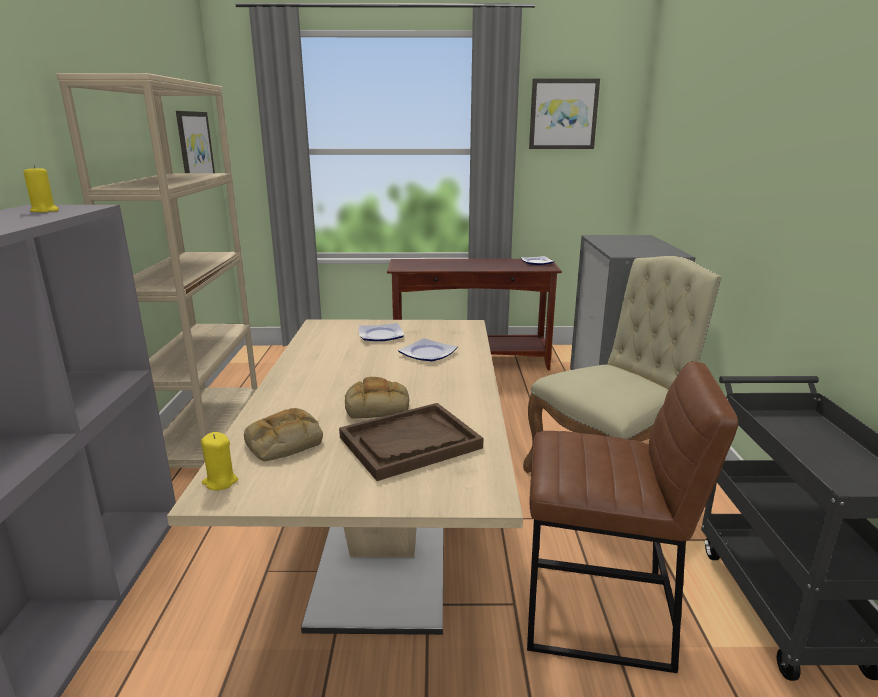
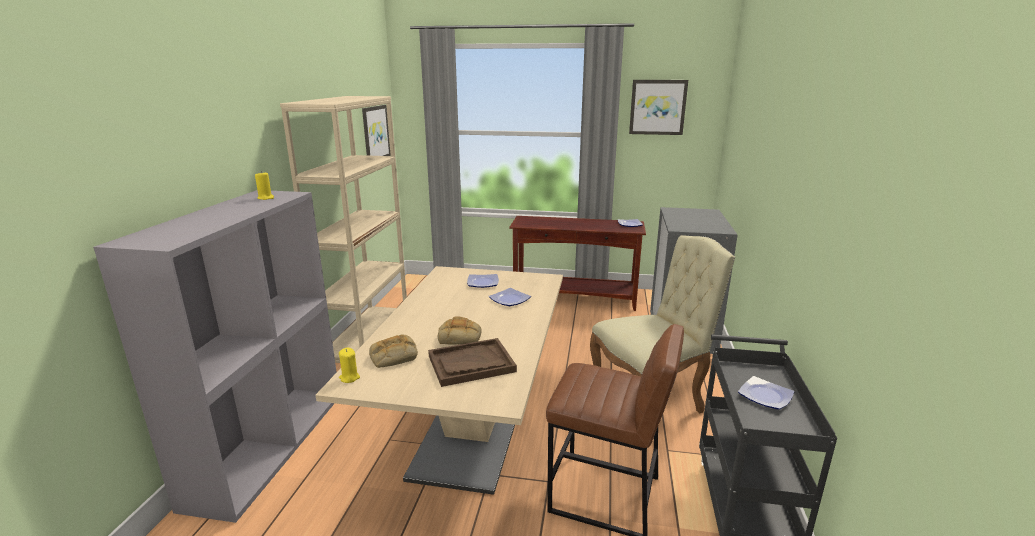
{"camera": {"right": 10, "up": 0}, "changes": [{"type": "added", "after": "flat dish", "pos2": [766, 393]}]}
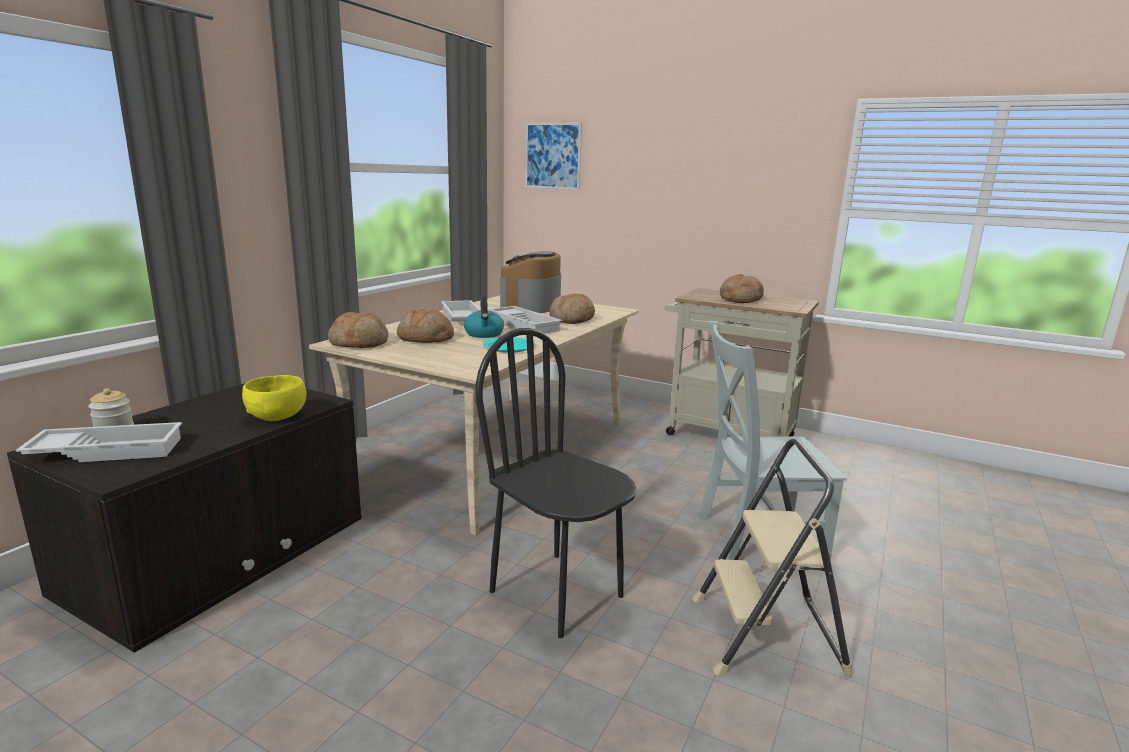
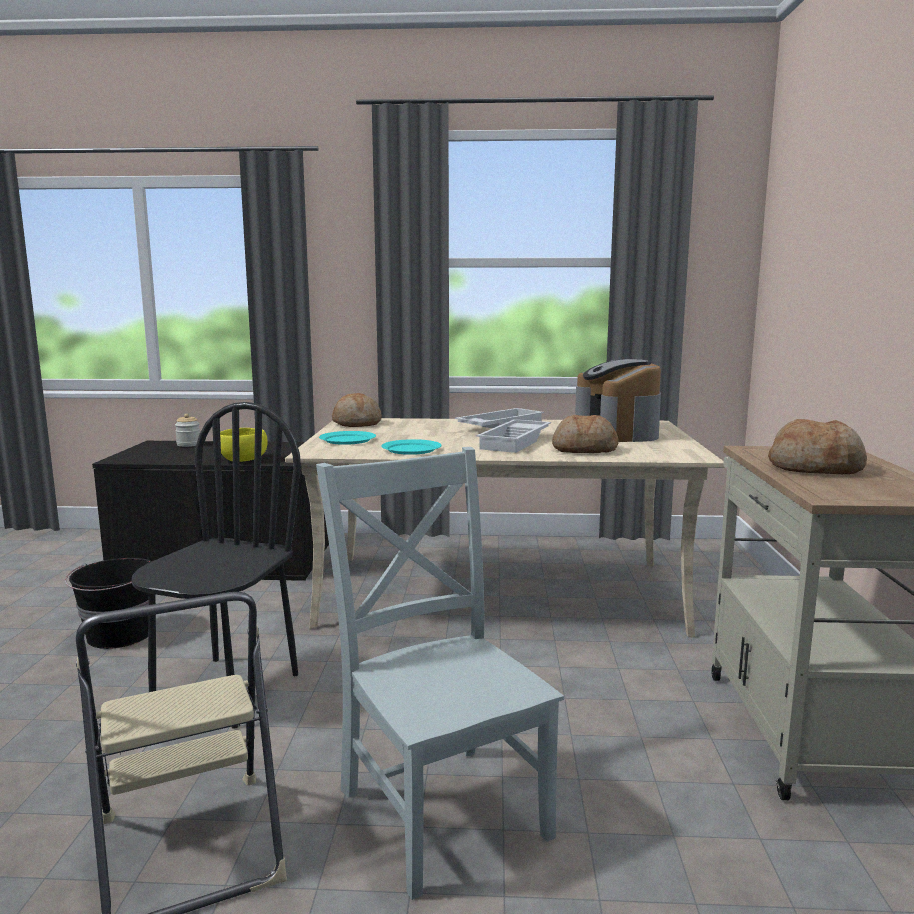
{"camera": {"right": 65, "up": -5}, "changes": [{"type": "removed", "before": "wall picture", "pos1": [553, 156]}, {"type": "turned", "before": "coffee brewer", "pos1": [530, 282], "pos2": [618, 400], "turn": -90}, {"type": "removed", "before": "water kettle", "pos1": [484, 317]}, {"type": "removed", "before": "baked bread", "pos1": [425, 326]}, {"type": "removed", "before": "white tray", "pos1": [99, 442]}, {"type": "added", "after": "turquoise flat dish", "pos2": [347, 438]}, {"type": "added", "after": "black-coloured bucket", "pos2": [108, 603]}]}
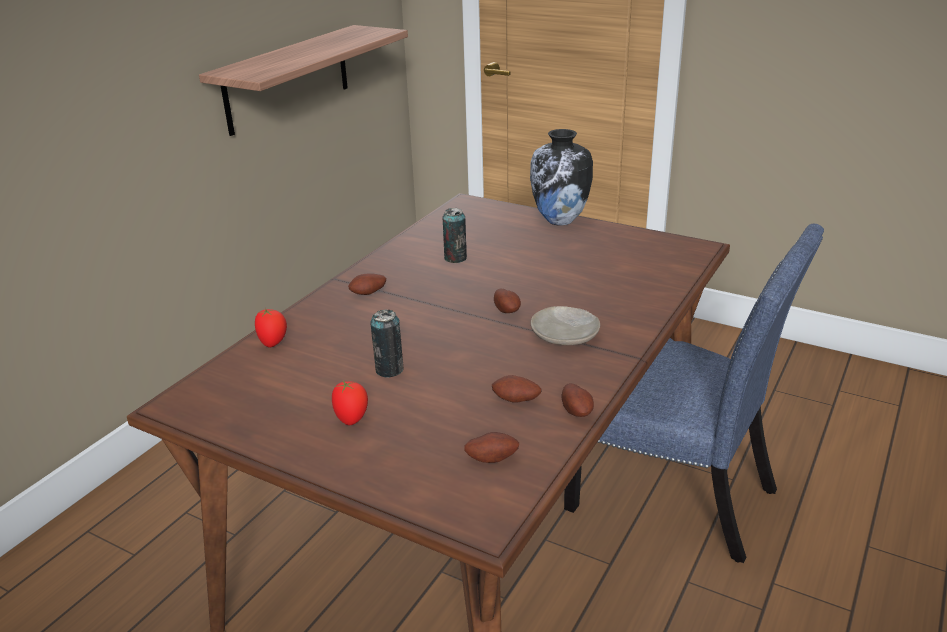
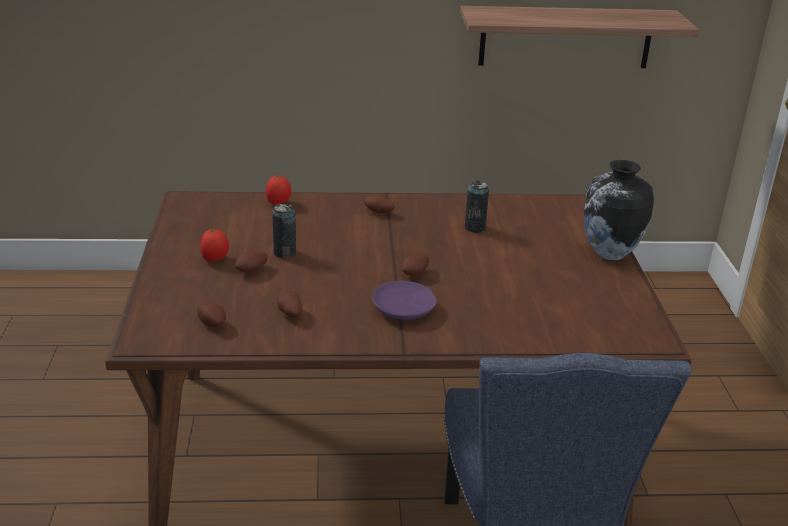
{"camera": {"right": 55, "up": 0}, "changes": [{"type": "recoloured", "before": "beige-coloured flat dish", "after": "purple-coloured flat dish", "pos1": [565, 325], "pos2": [404, 300]}, {"type": "moved", "before": "spud", "pos1": [578, 400], "pos2": [251, 261]}]}
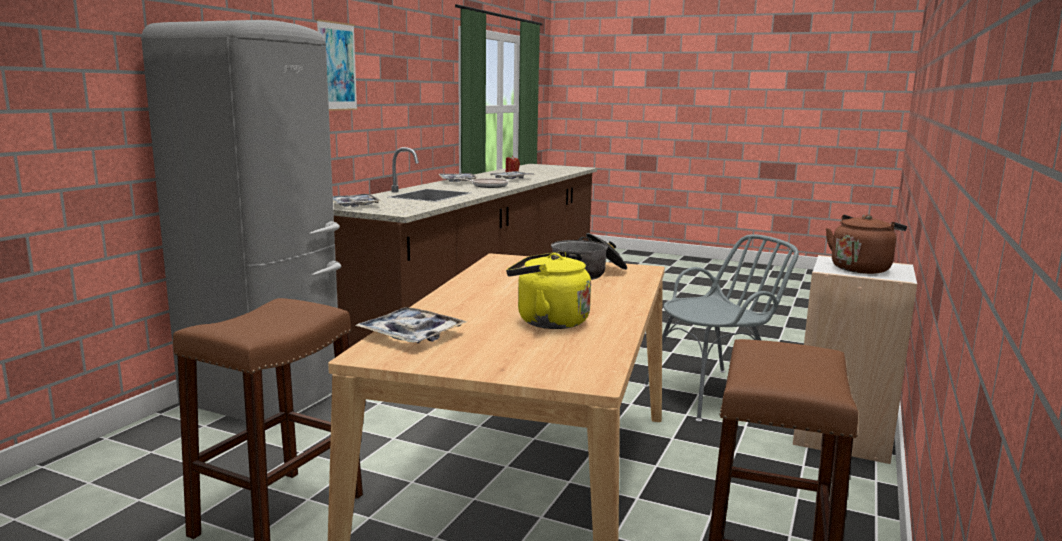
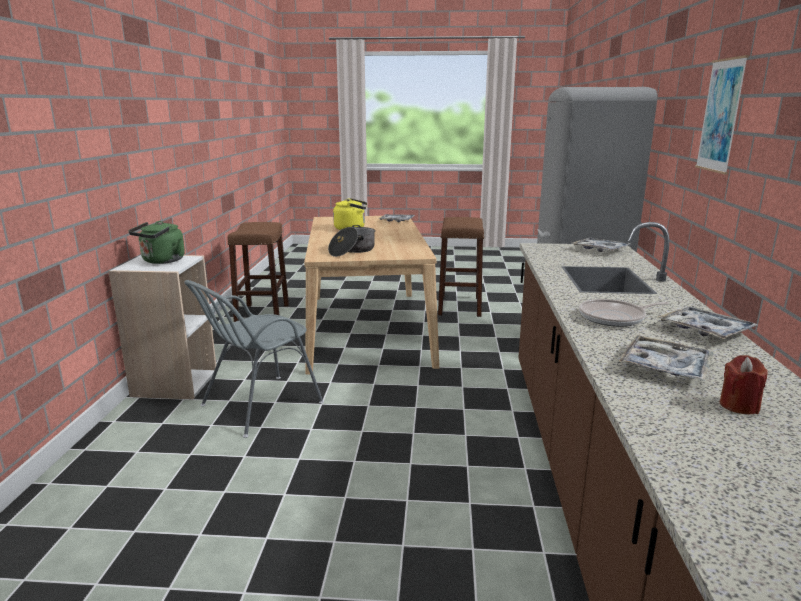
{"camera": {"right": 160, "up": 5}, "changes": [{"type": "recoloured", "before": "brown water kettle", "after": "green water kettle", "pos1": [866, 244], "pos2": [157, 242]}]}
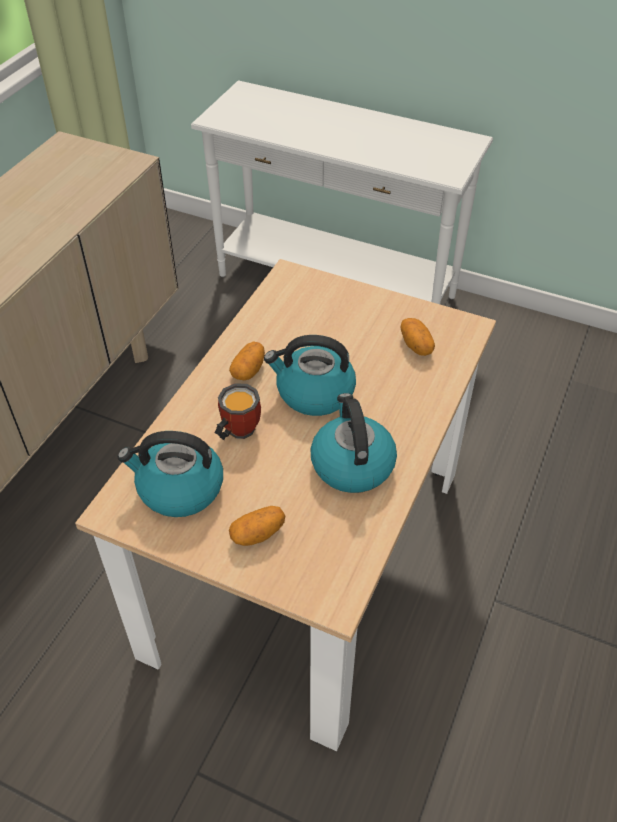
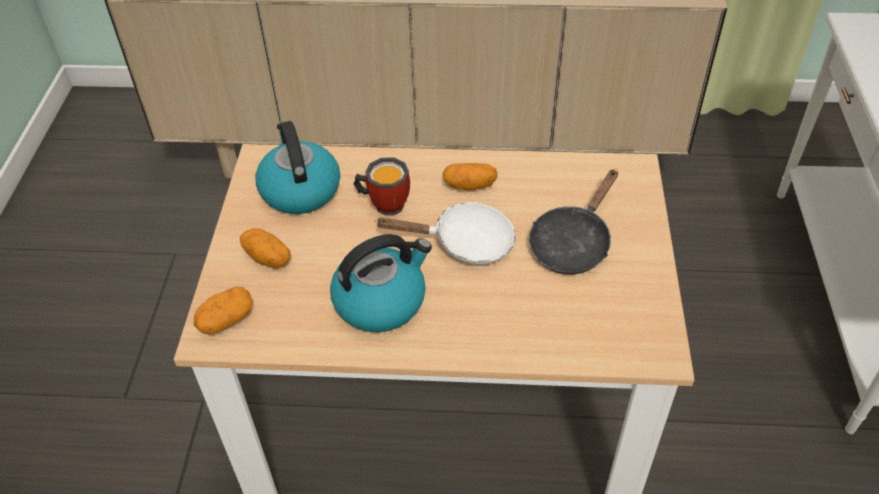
{"camera": {"right": 70, "up": 0}, "changes": [{"type": "moved", "before": "spud", "pos1": [418, 337], "pos2": [223, 310]}, {"type": "replaced", "before": "water kettle", "after": "white frying pan", "pos1": [310, 375], "pos2": [445, 233]}, {"type": "added", "after": "black-coloured frying pan", "pos2": [573, 221]}]}
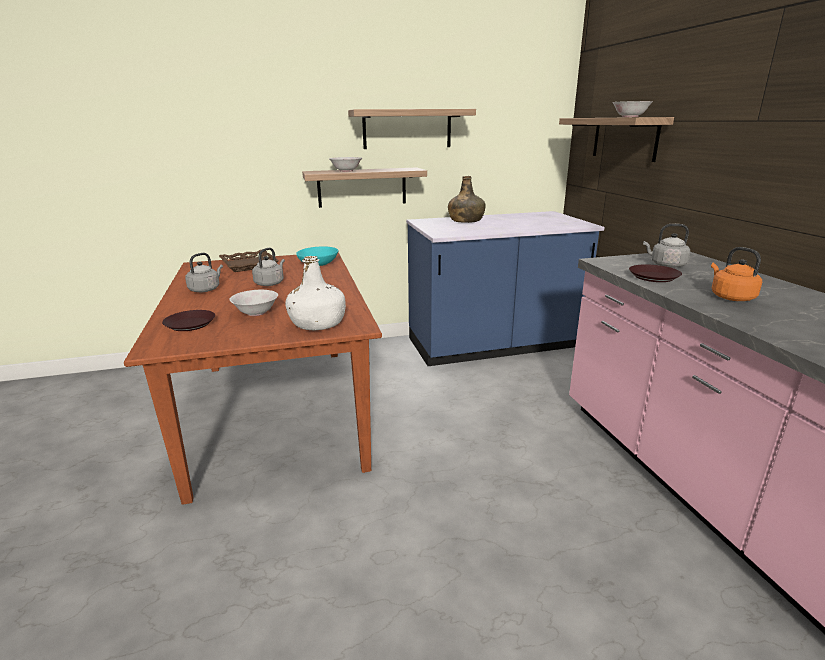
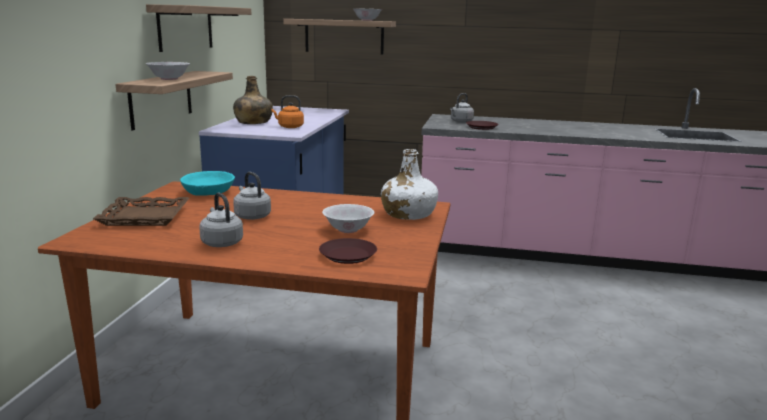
{"camera": {"right": -65, "up": -5}, "changes": [{"type": "moved", "before": "orange water kettle", "pos1": [736, 274], "pos2": [287, 111]}]}
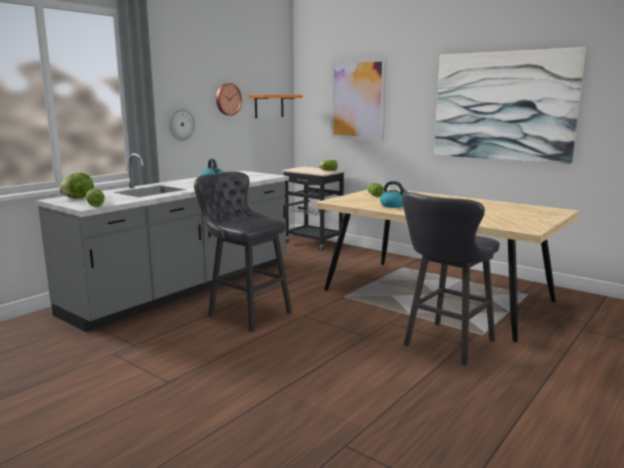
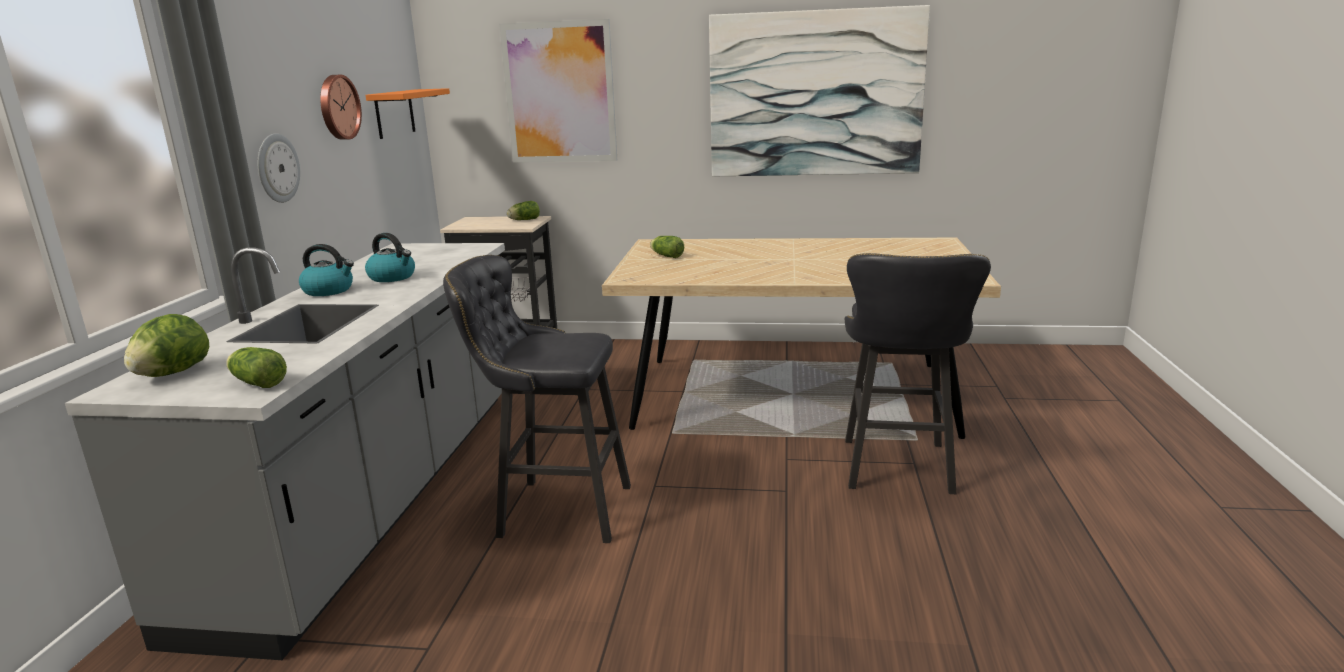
{"camera": {"right": -30, "up": 5}, "changes": [{"type": "moved", "before": "water kettle", "pos1": [394, 194], "pos2": [326, 270]}]}
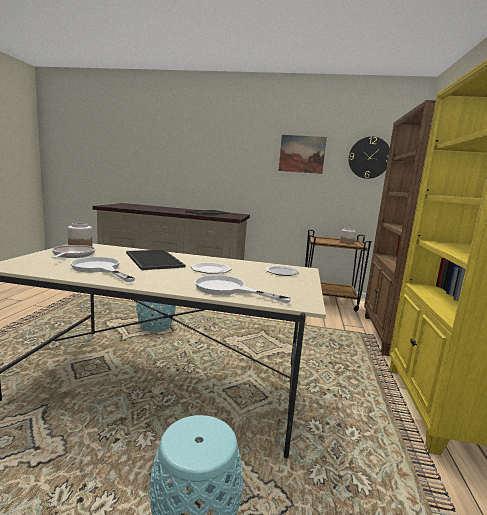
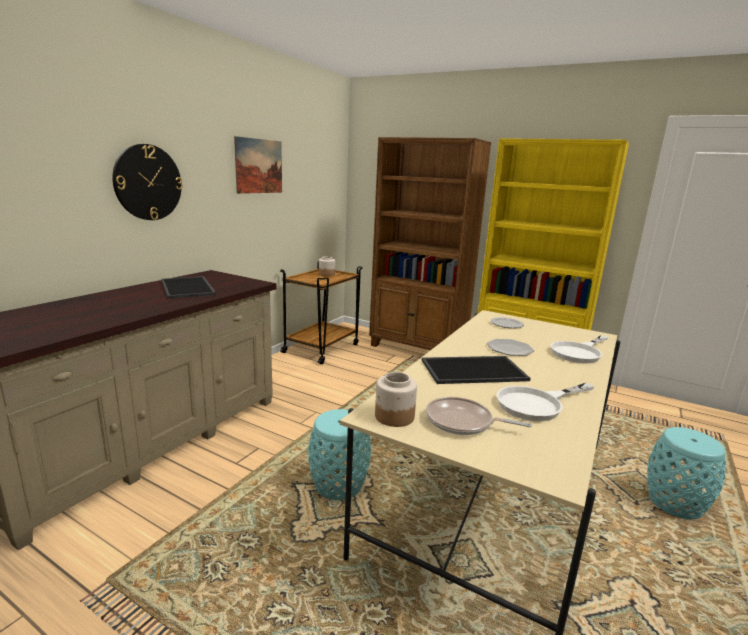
{"camera": {"right": -70, "up": 5}, "changes": [{"type": "moved", "before": "hanging clock", "pos1": [369, 157], "pos2": [147, 182]}]}
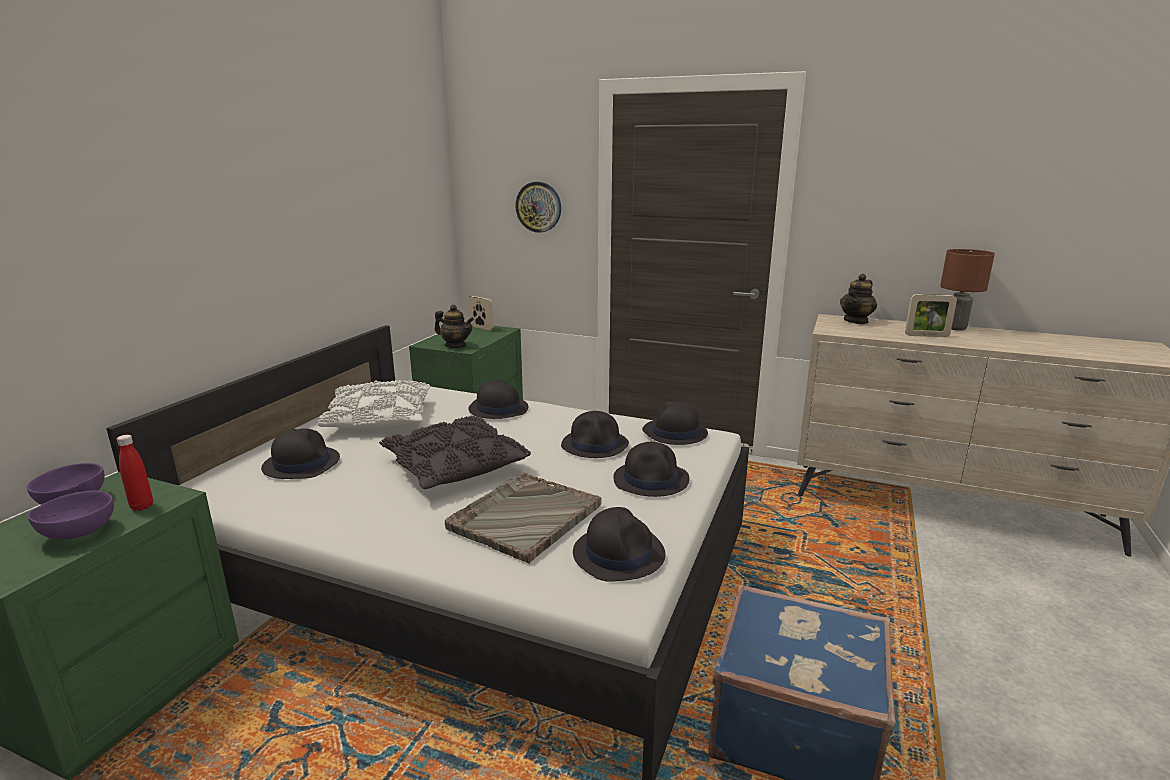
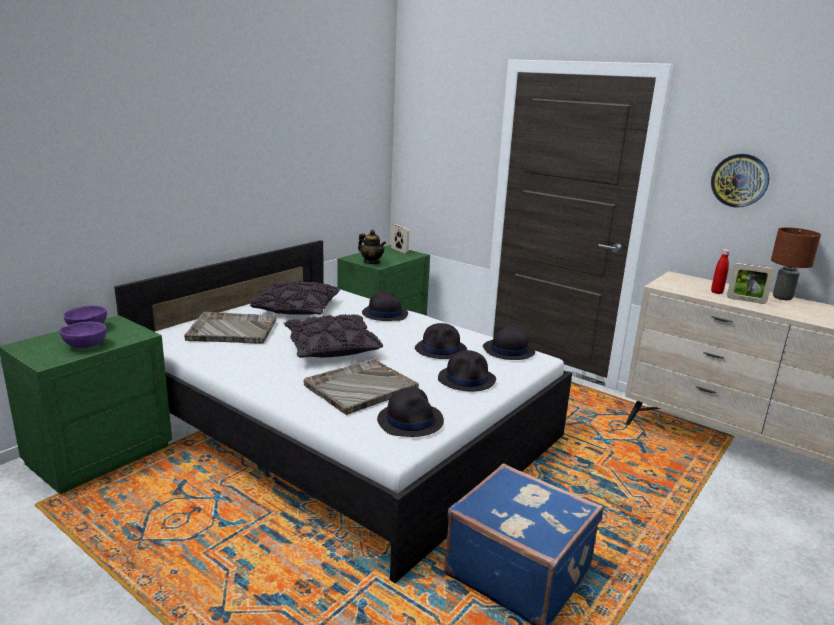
{"camera": {"right": 15, "up": 0}, "changes": [{"type": "moved", "before": "hanging clock", "pos1": [538, 207], "pos2": [740, 181]}, {"type": "removed", "before": "teapot", "pos1": [858, 299]}, {"type": "recoloured", "before": "white throw pillow", "after": "black-coloured throw pillow", "pos1": [373, 405], "pos2": [295, 297]}, {"type": "replaced", "before": "black-coloured wearable hat", "after": "greyish tray", "pos1": [300, 453], "pos2": [230, 327]}, {"type": "moved", "before": "reddish beverage bottle", "pos1": [135, 473], "pos2": [720, 271]}]}
